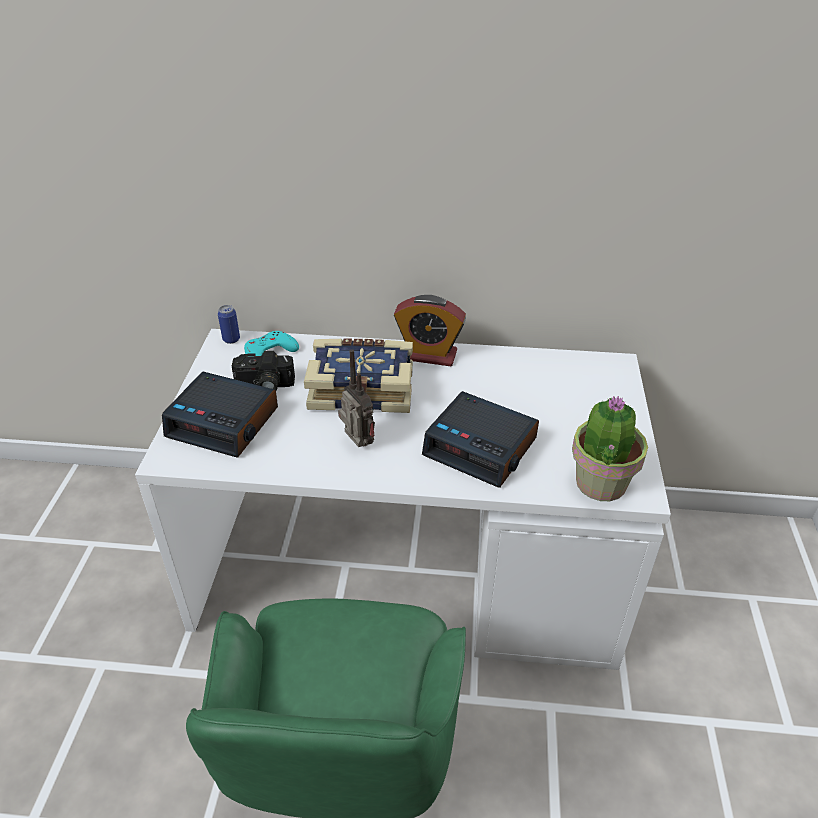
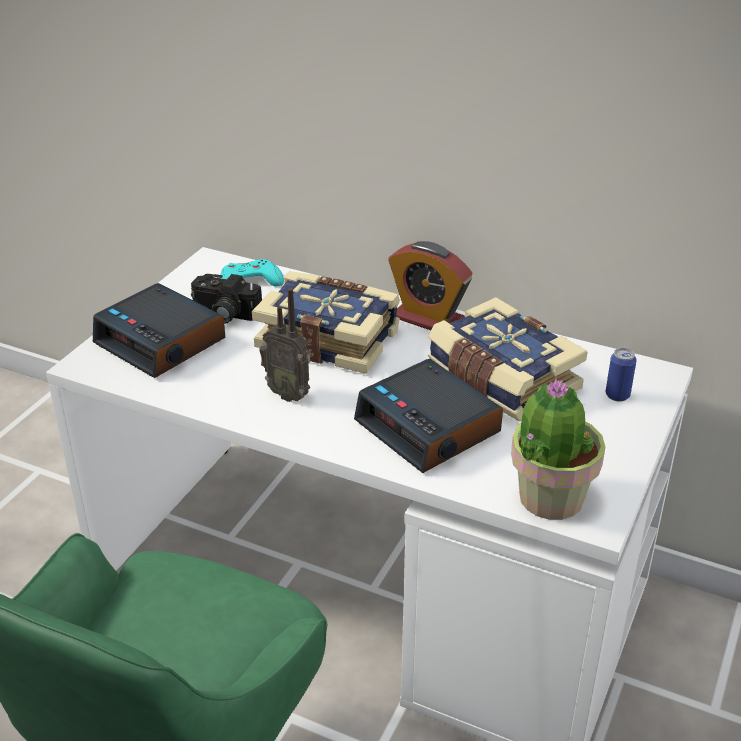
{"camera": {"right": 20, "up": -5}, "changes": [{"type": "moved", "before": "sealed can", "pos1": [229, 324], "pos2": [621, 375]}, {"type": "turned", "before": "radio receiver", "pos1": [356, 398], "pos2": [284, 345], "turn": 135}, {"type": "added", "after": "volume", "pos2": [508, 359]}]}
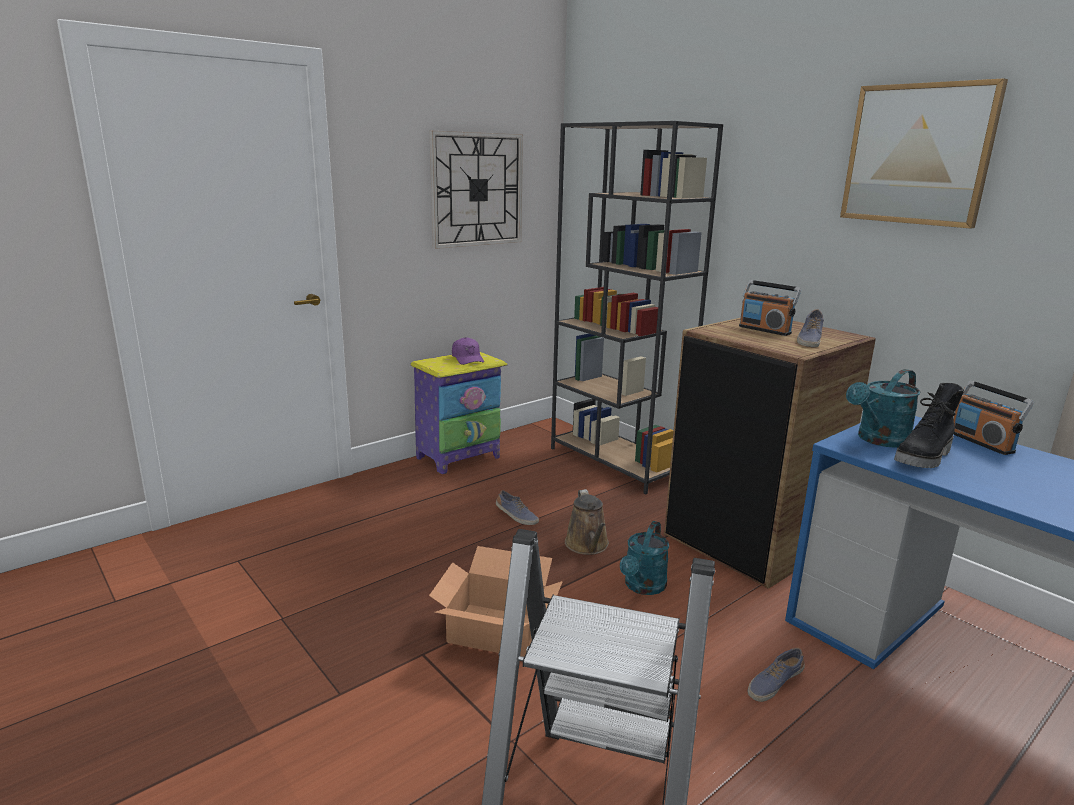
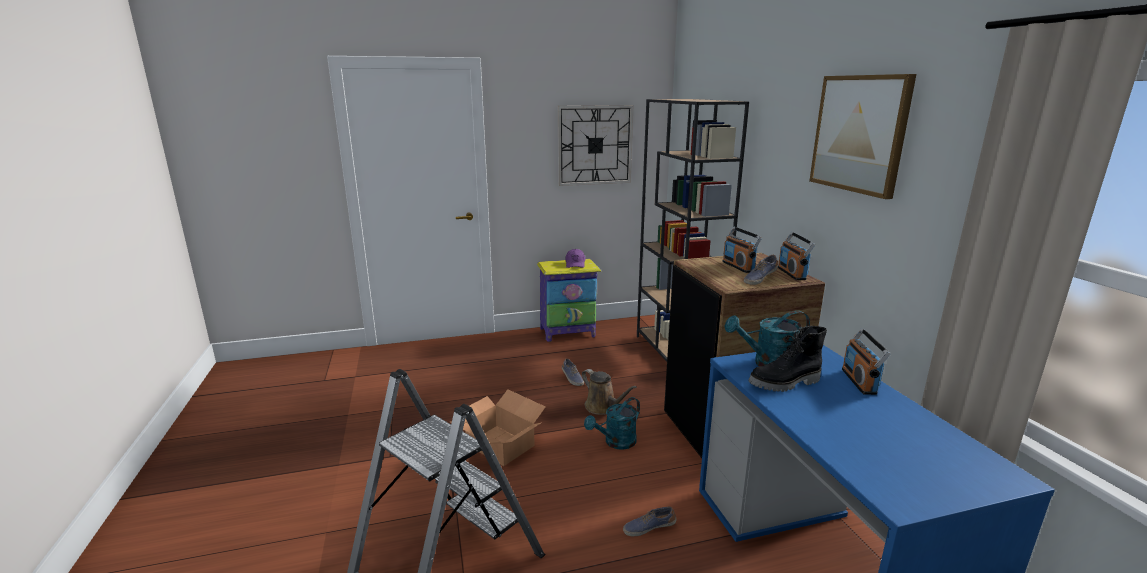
{"camera": {"right": 25, "up": 0}, "changes": [{"type": "turned", "before": "brown watering pot", "pos1": [587, 522], "pos2": [609, 392], "turn": -60}, {"type": "added", "after": "radio receiver", "pos2": [796, 256]}]}
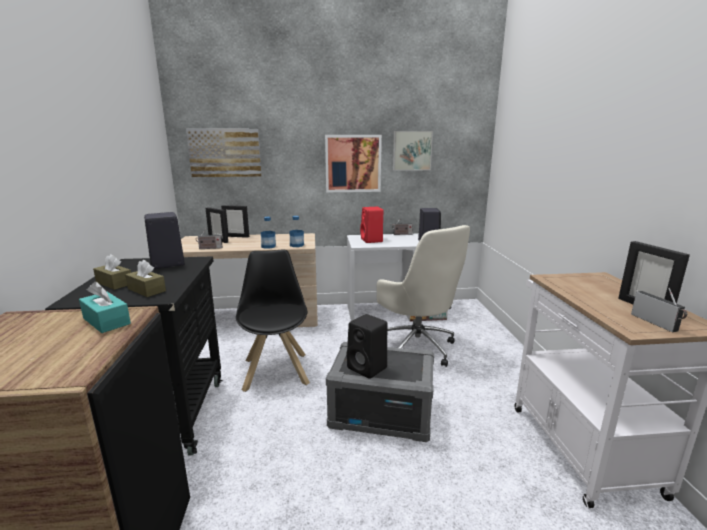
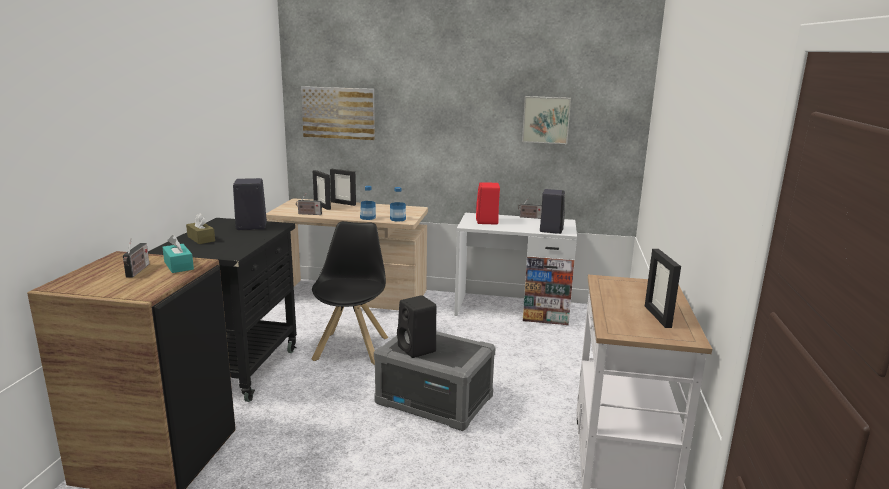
{"camera": {"right": 15, "up": 0}, "changes": [{"type": "removed", "before": "wall picture", "pos1": [353, 163]}, {"type": "removed", "before": "beige-coloured computer chair", "pos1": [423, 296]}, {"type": "removed", "before": "brown box of tissues", "pos1": [145, 278]}, {"type": "moved", "before": "radio receiver", "pos1": [659, 310], "pos2": [136, 258]}]}
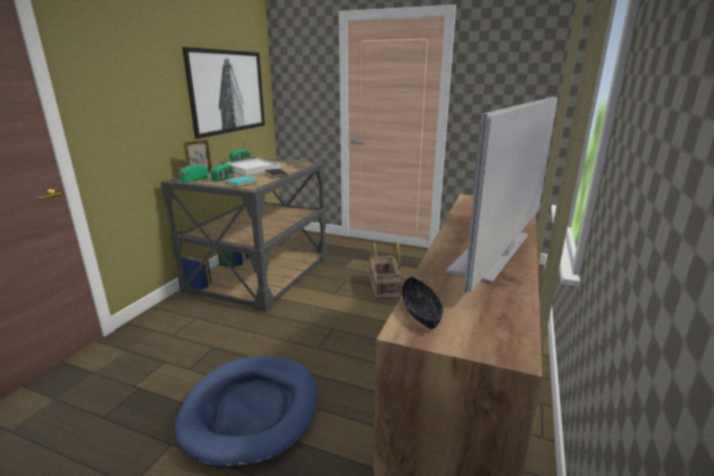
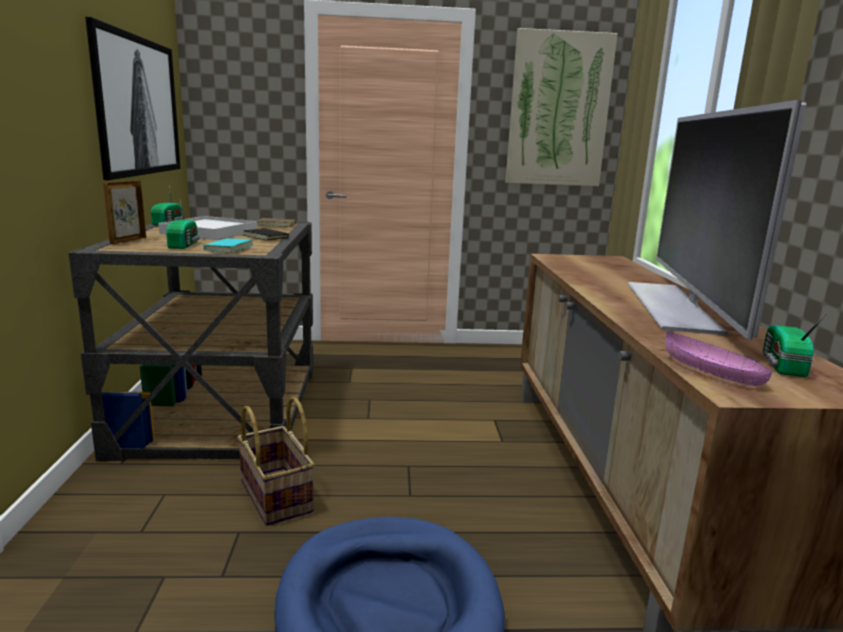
{"camera": {"right": -25, "up": -5}, "changes": [{"type": "moved", "before": "radio receiver", "pos1": [193, 170], "pos2": [795, 345]}, {"type": "moved", "before": "storage basket", "pos1": [386, 270], "pos2": [276, 461]}, {"type": "recoloured", "before": "black-coloured bowl", "after": "pink-coloured bowl", "pos1": [422, 303], "pos2": [719, 359]}, {"type": "added", "after": "wall picture", "pos2": [561, 107]}]}
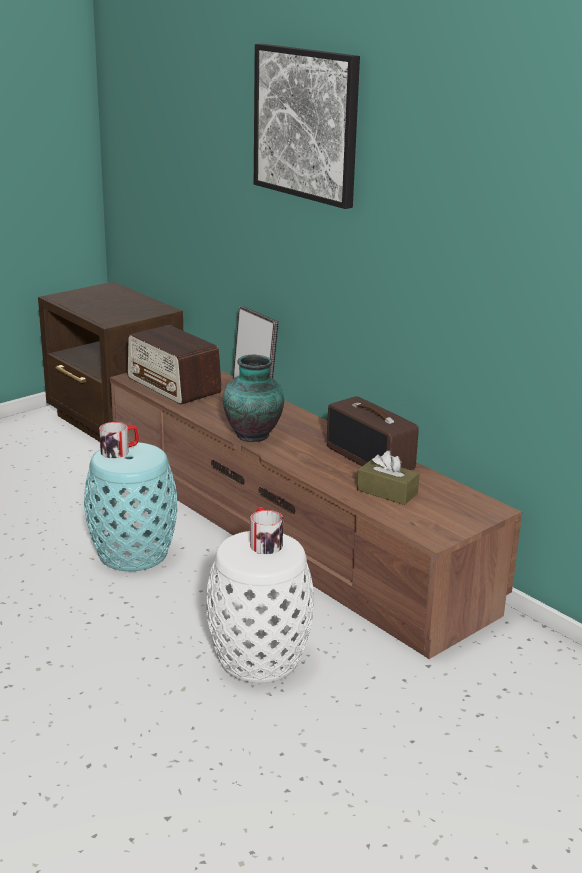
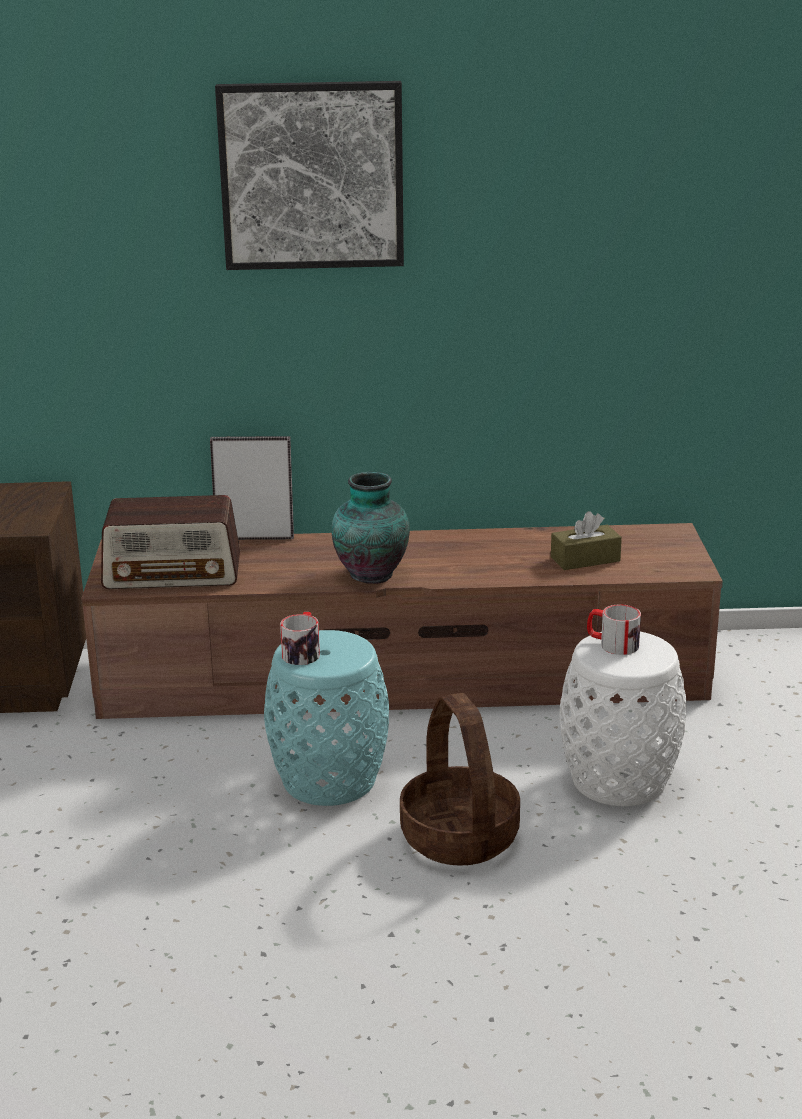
{"camera": {"right": -50, "up": 0}, "changes": [{"type": "removed", "before": "radio receiver", "pos1": [373, 433]}, {"type": "added", "after": "storage basket", "pos2": [460, 779]}]}
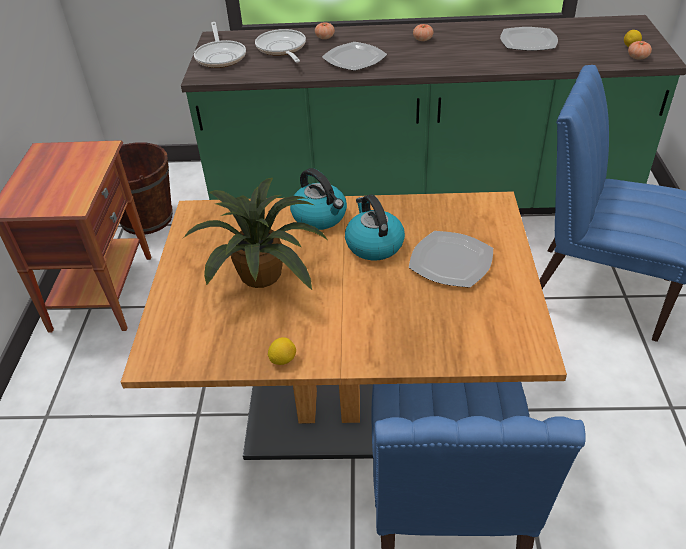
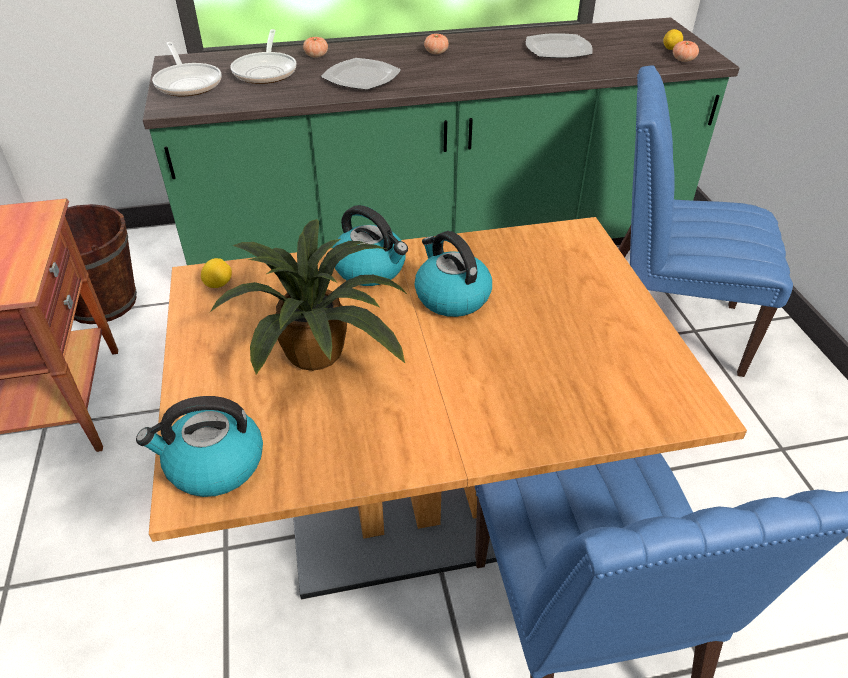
{"camera": {"right": -15, "up": 0}, "changes": [{"type": "turned", "before": "frying pan", "pos1": [280, 46], "pos2": [263, 56], "turn": -150}, {"type": "removed", "before": "flat dish", "pos1": [451, 259]}, {"type": "moved", "before": "citrus fruit", "pos1": [282, 351], "pos2": [216, 273]}, {"type": "added", "after": "water kettle", "pos2": [199, 446]}]}
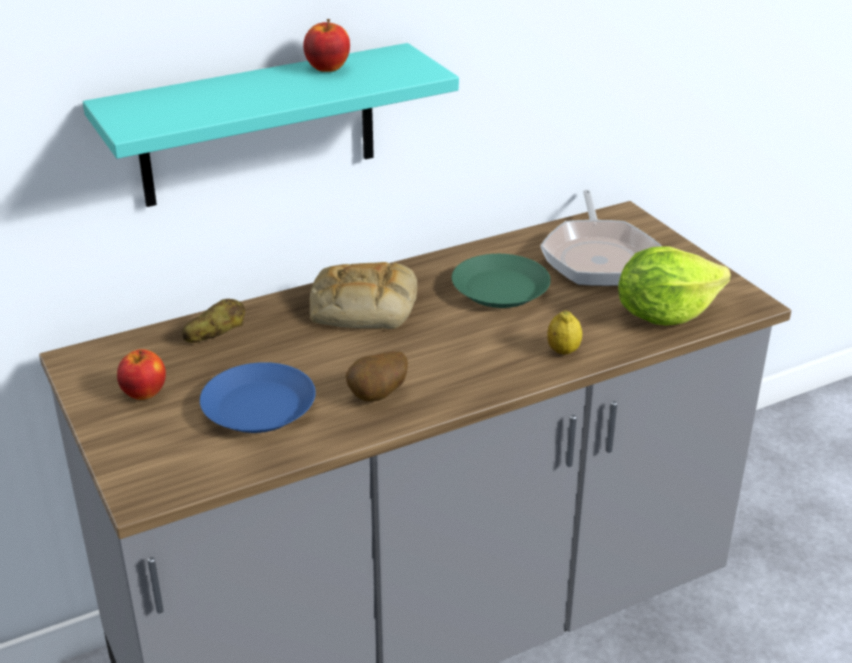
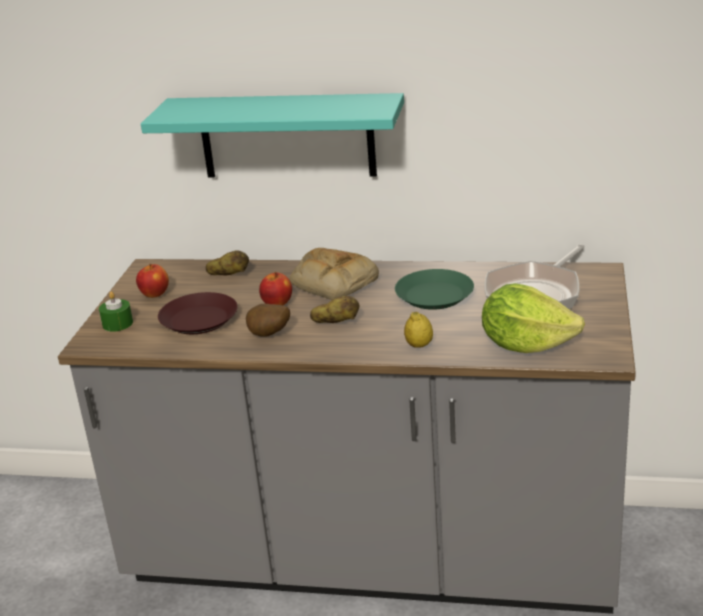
{"camera": {"right": 40, "up": -5}, "changes": [{"type": "moved", "before": "whole apple", "pos1": [326, 45], "pos2": [275, 288]}, {"type": "recoloured", "before": "bluish flat dish", "after": "brown flat dish", "pos1": [258, 397], "pos2": [198, 313]}, {"type": "added", "after": "green candle", "pos2": [116, 311]}, {"type": "added", "after": "spud", "pos2": [334, 309]}]}
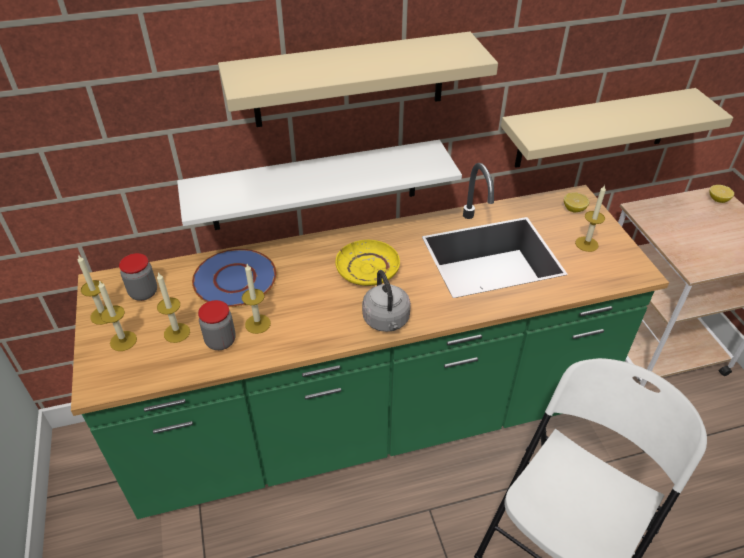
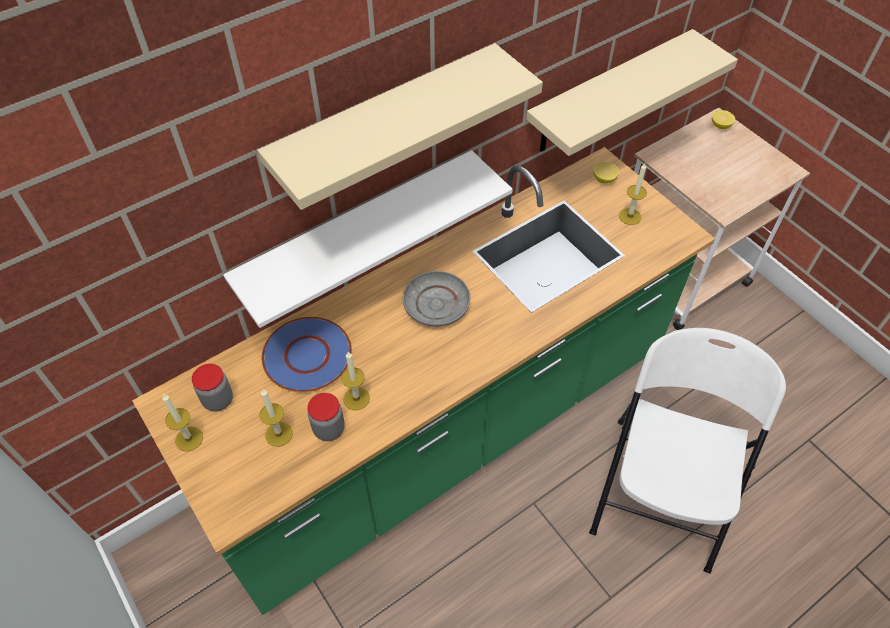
{"camera": {"right": -20, "up": 10}, "changes": [{"type": "recoloured", "before": "yellowish flat dish", "after": "greyish flat dish", "pos1": [367, 263], "pos2": [437, 298]}, {"type": "removed", "before": "greyish water kettle", "pos1": [386, 301]}, {"type": "removed", "before": "candle", "pos1": [117, 315]}]}
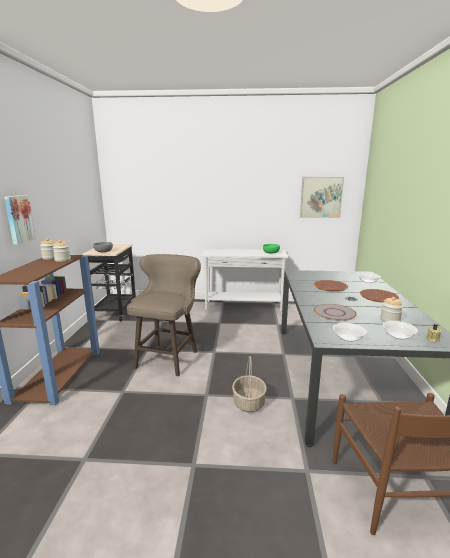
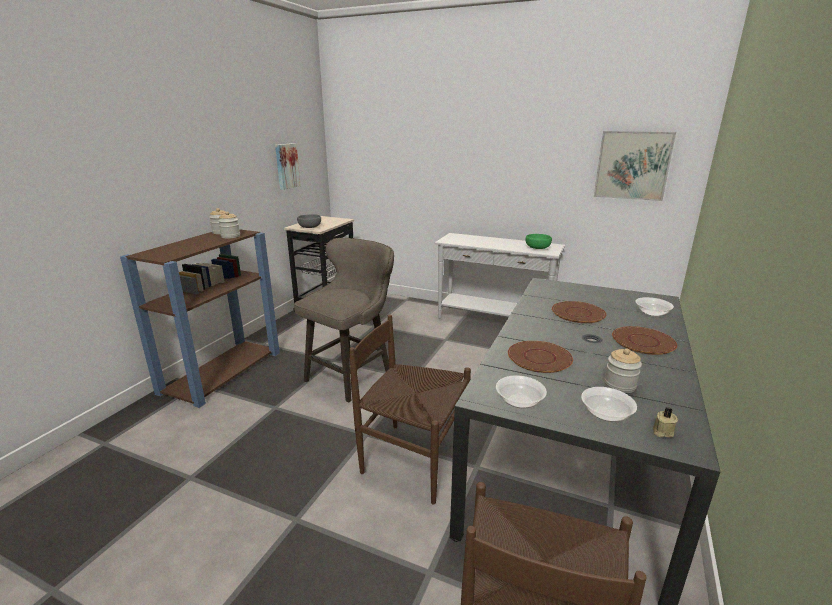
{"camera": {"right": 20, "up": 5}, "changes": [{"type": "moved", "before": "wall picture", "pos1": [20, 219], "pos2": [288, 166]}, {"type": "recoloured", "before": "greyish flat dish", "after": "brown flat dish", "pos1": [335, 312], "pos2": [540, 357]}, {"type": "replaced", "before": "storage basket", "after": "brown upright chair", "pos1": [249, 384], "pos2": [410, 409]}]}
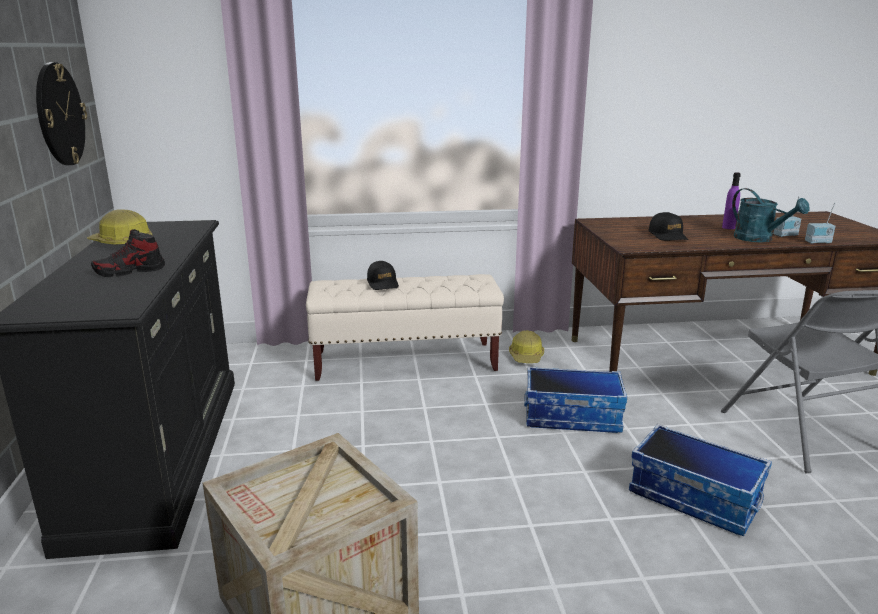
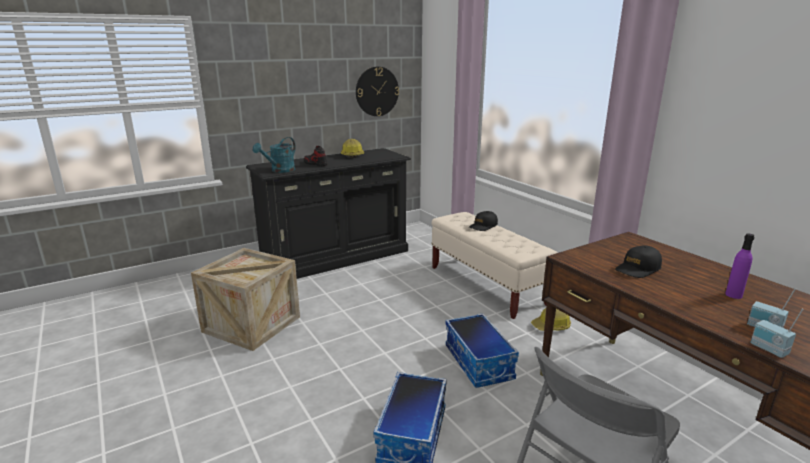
{"camera": {"right": 65, "up": 0}, "changes": [{"type": "moved", "before": "turquoise watering pot", "pos1": [771, 215], "pos2": [274, 155]}]}
